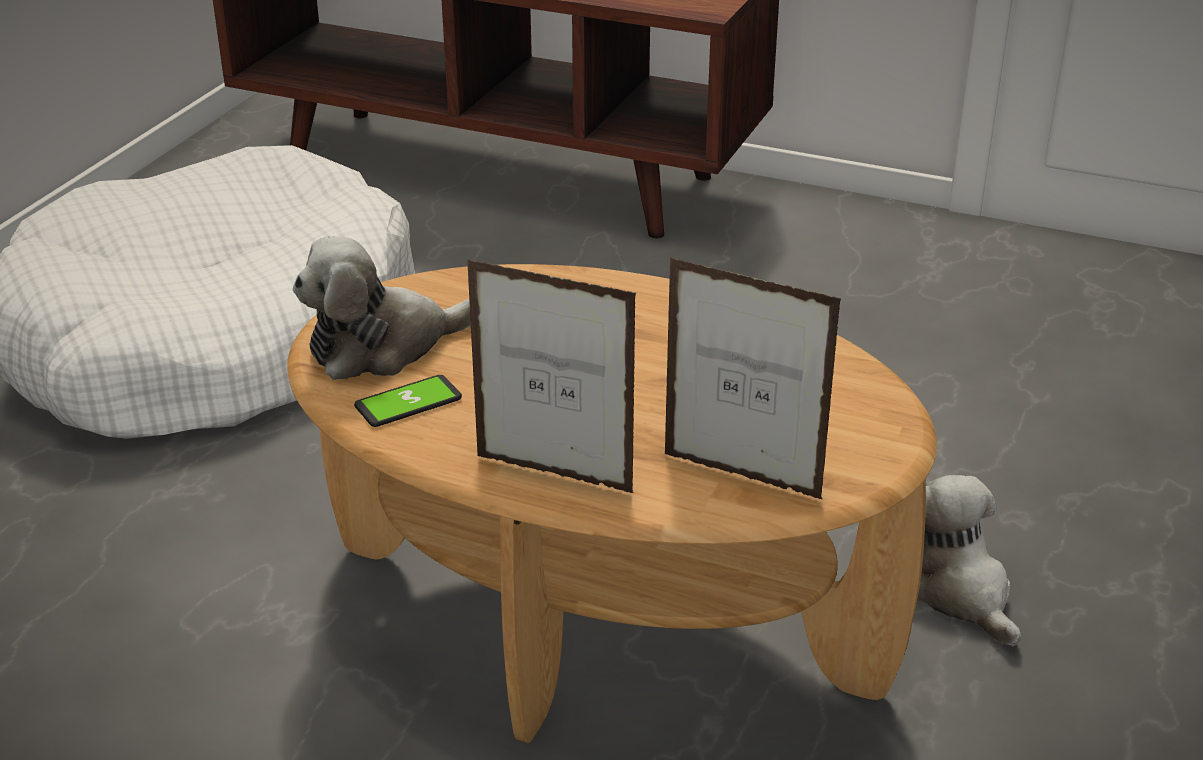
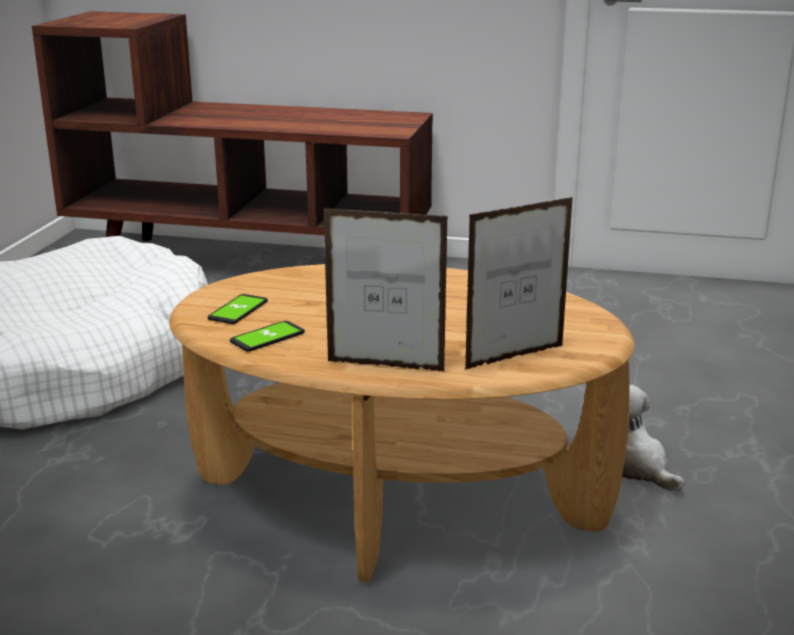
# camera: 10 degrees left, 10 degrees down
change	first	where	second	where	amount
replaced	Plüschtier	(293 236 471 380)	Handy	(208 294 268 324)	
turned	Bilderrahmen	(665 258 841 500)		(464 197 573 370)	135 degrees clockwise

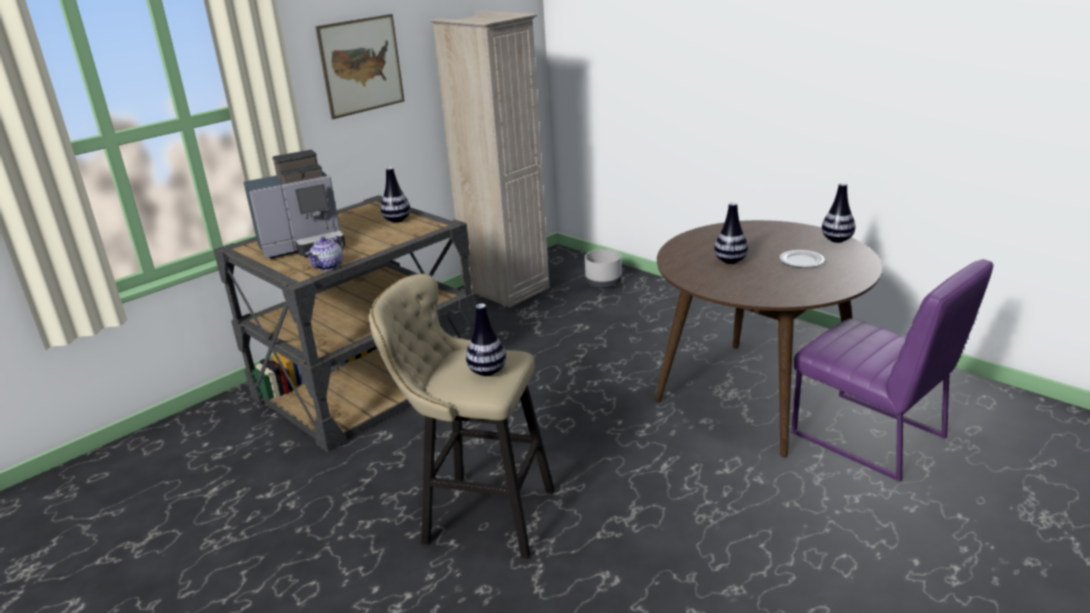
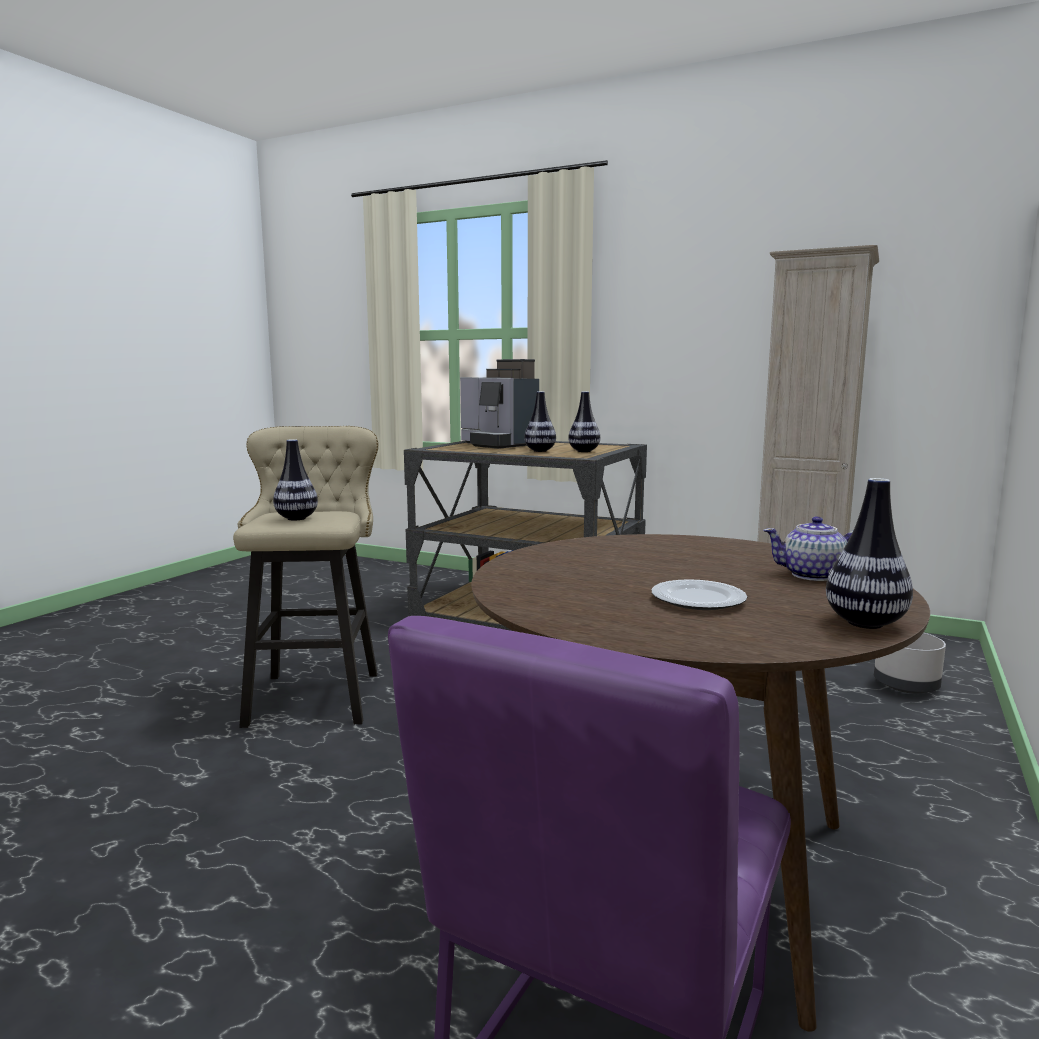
# camera: 70 degrees right, 15 degrees down
change	first	where	second	where	amount
moved	Vase	(714 202 748 264)		(524 391 556 452)	
moved	Teekanne	(305 236 344 270)		(763 516 853 581)	
removed	Bild	(315 14 404 119)			

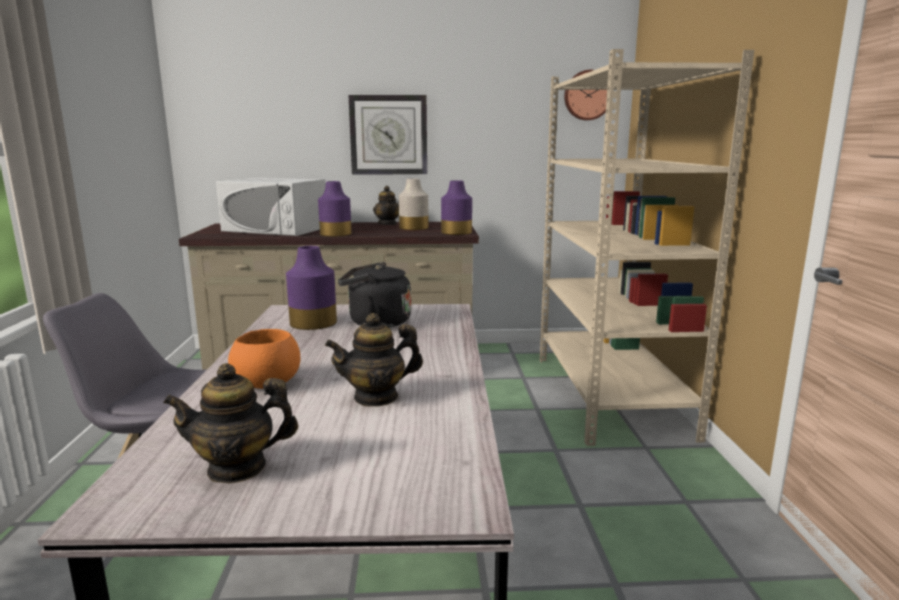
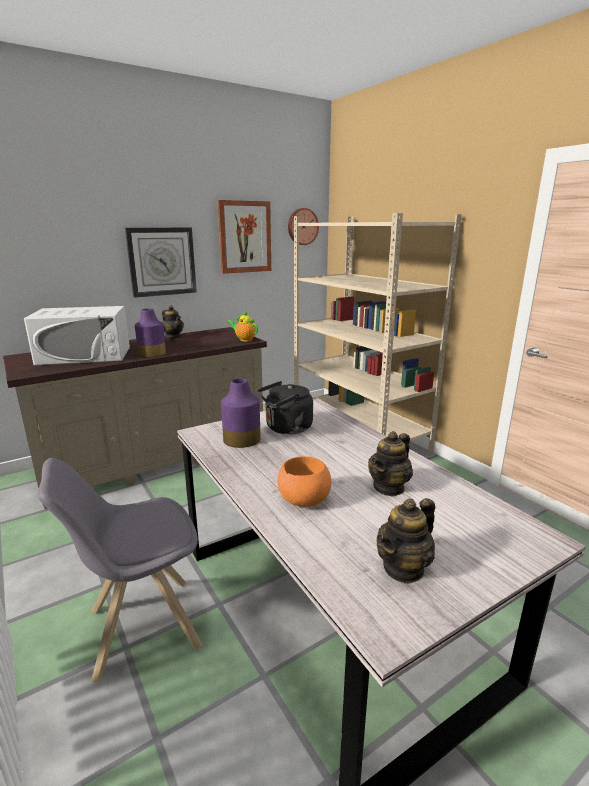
# camera: 30 degrees left, 5 degrees up
change	first	where	second	where	amount
added			Bild	(217 200 271 274)	
replaced	Vase [lila]	(441 180 472 235)	Teekanne	(227 310 258 341)	
removed	Vase [beige]	(399 178 429 230)			

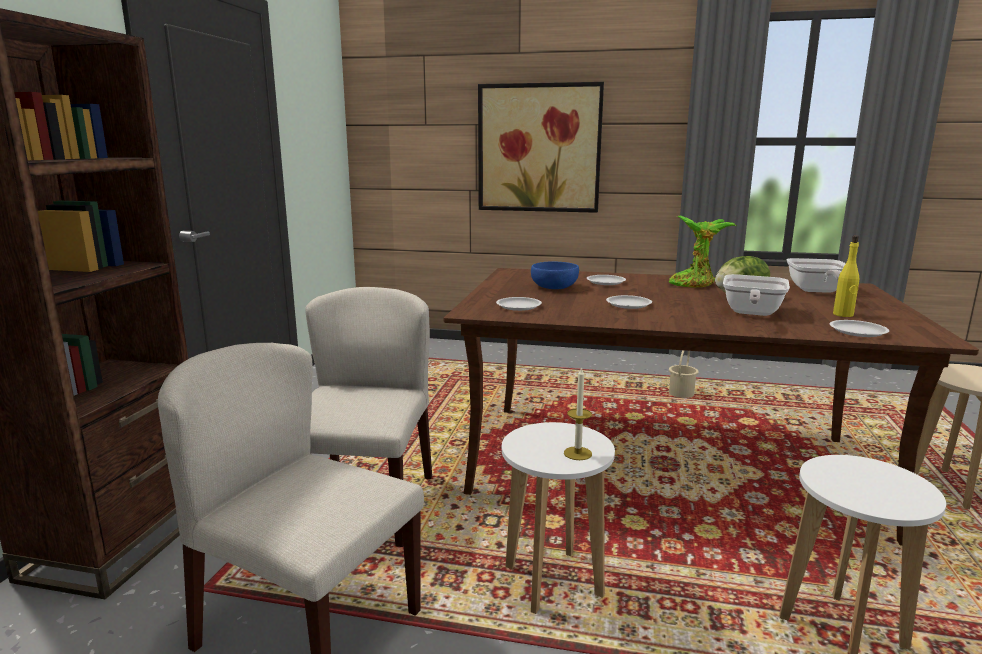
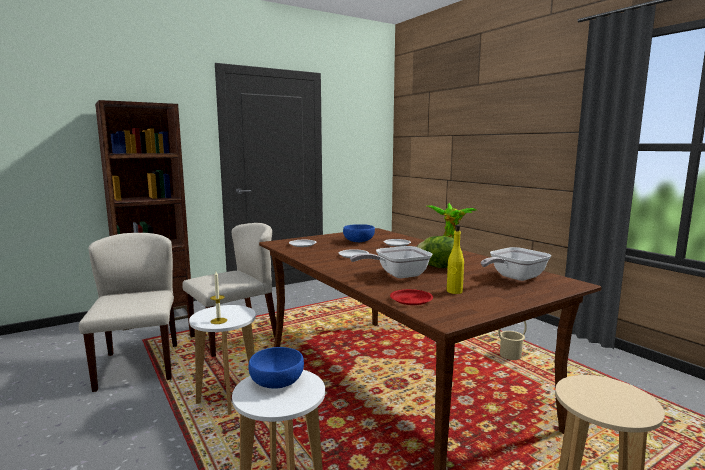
# camera: 45 degrees right, 5 degrees down
change	first	where	second	where	amount
added			Schüssel [blau]	(249 347 304 388)	
recoloured	Teller [weiß]	(830 320 889 337)	Teller [rot]	(390 289 433 305)	
removed	Bild	(478 82 604 213)			

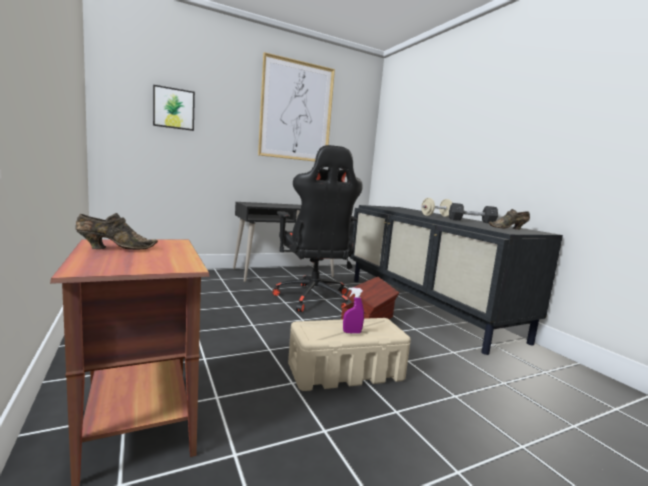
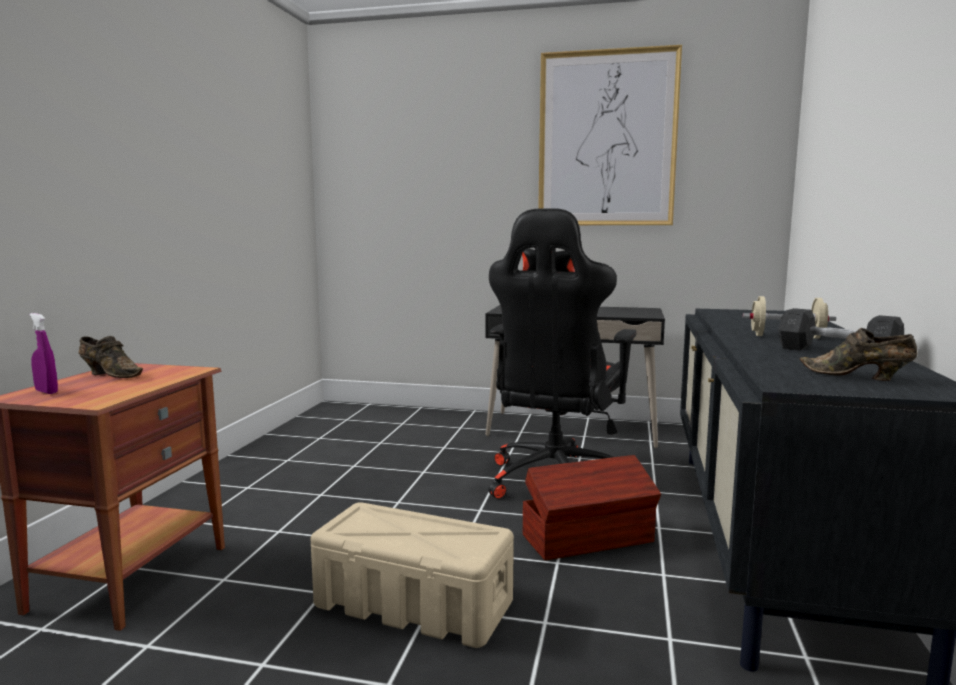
# camera: 40 degrees right, 0 degrees up
change	first	where	second	where	amount
moved	Sprühflasche [lila]	(343 287 364 334)		(30 313 58 394)	
removed	Bild	(153 85 195 131)			

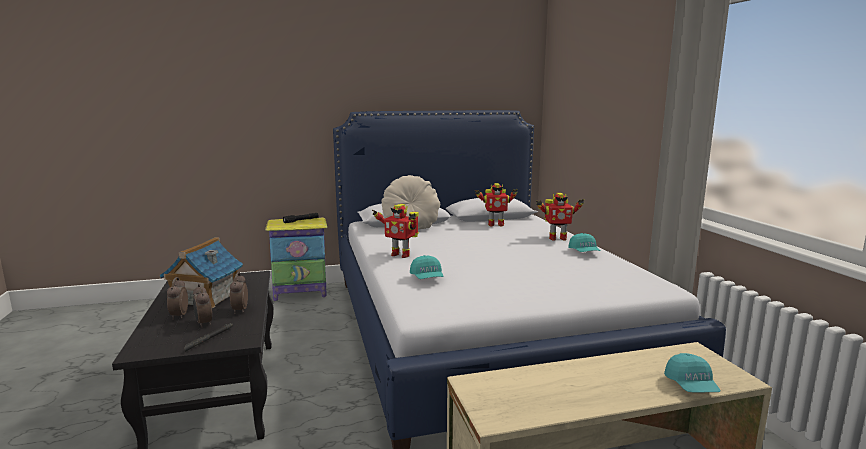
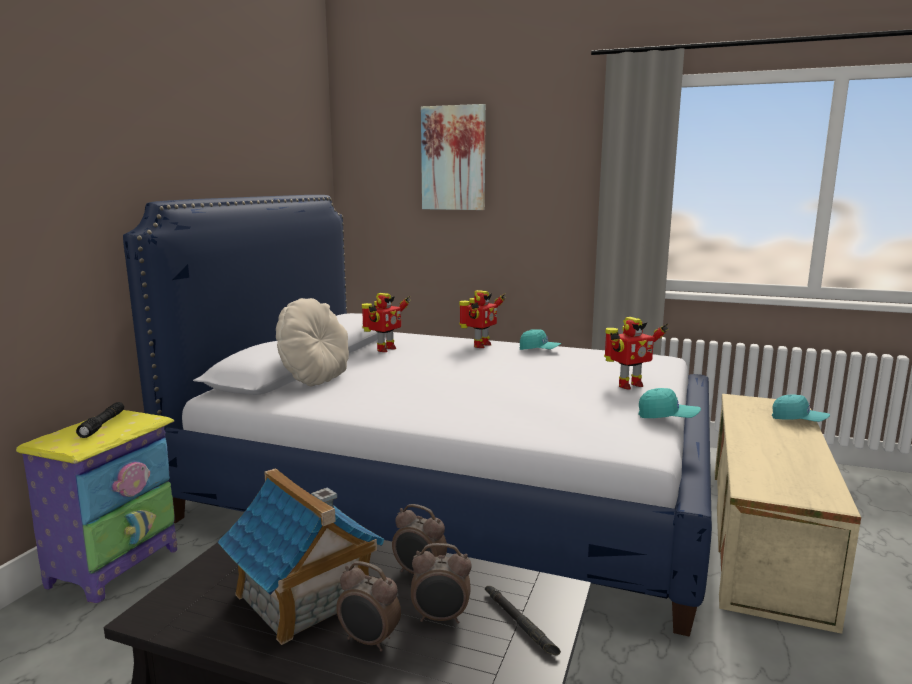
# camera: 55 degrees left, 0 degrees up
change	first	where	second	where	amount
added			Bild	(421 104 486 210)	
moved	Spielzeugroboter	(372 204 419 258)		(604 317 668 389)	
moved	Kappe [türkis]	(410 255 444 279)		(639 388 701 418)	

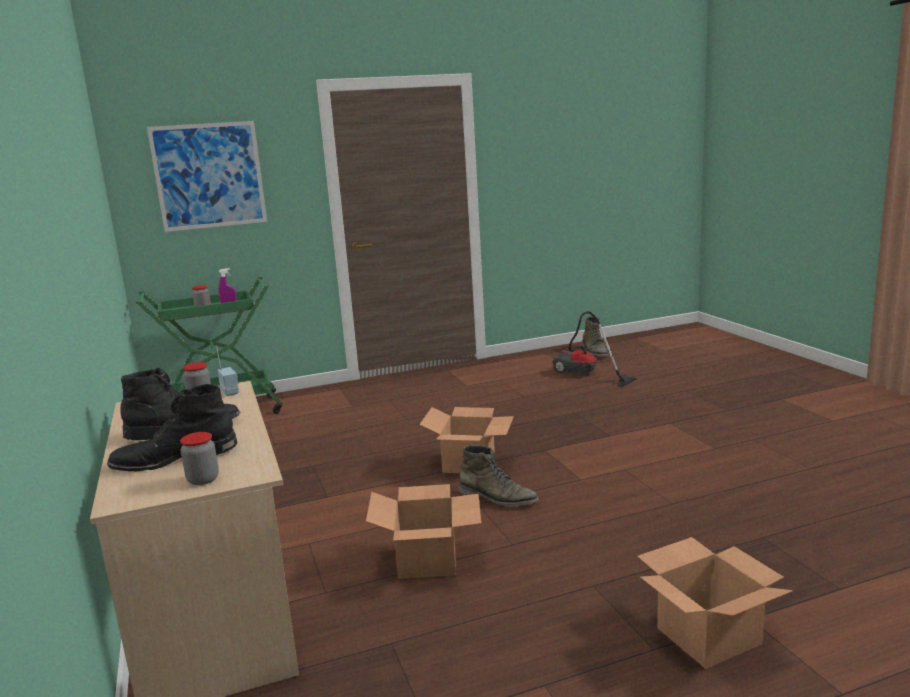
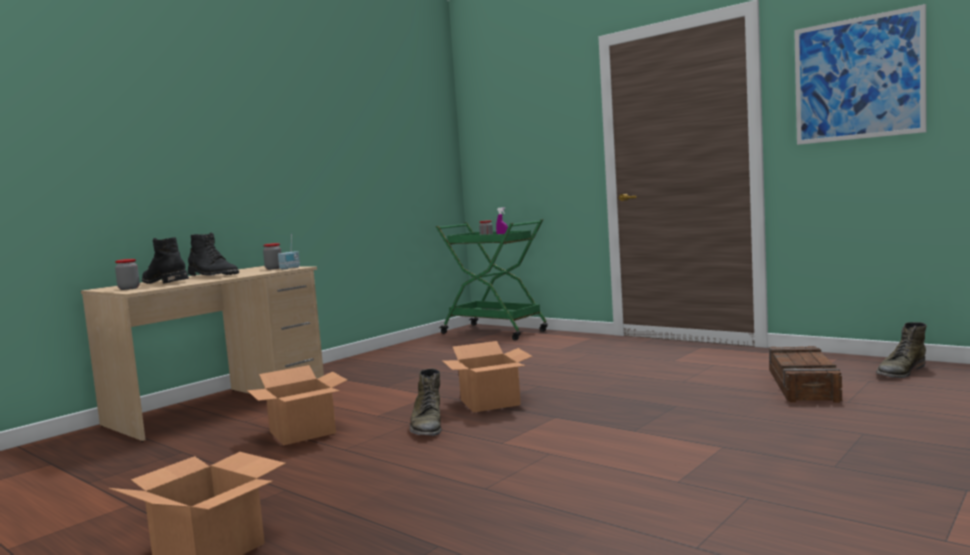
# camera: 60 degrees right, 10 degrees down
change	first	where	second	where	amount
replaced	Staubsauger	(552 311 637 387)	Kiste	(769 346 842 402)	
moved	Bild	(147 121 267 232)		(794 4 926 145)	

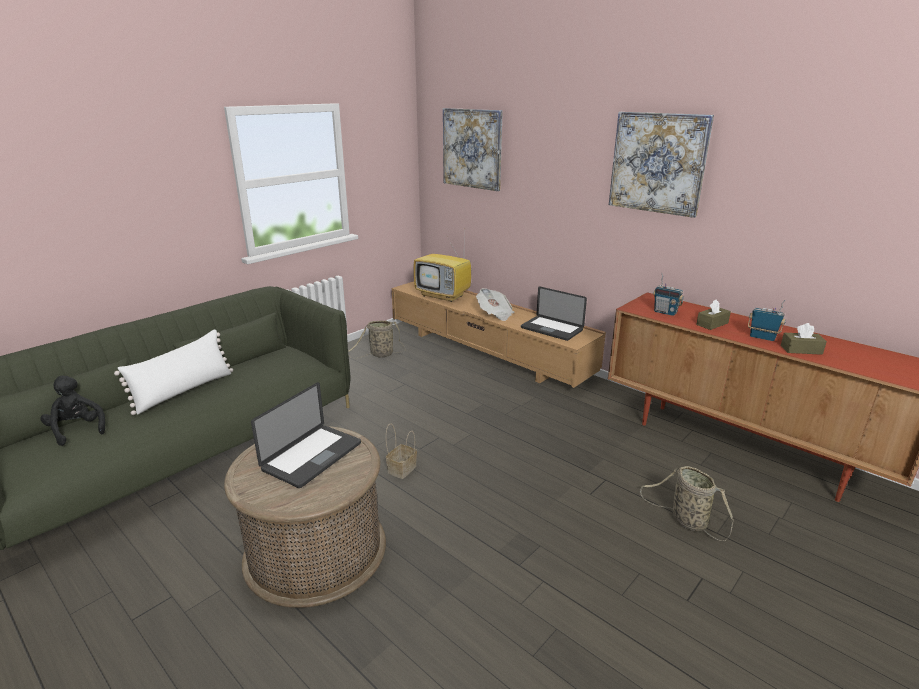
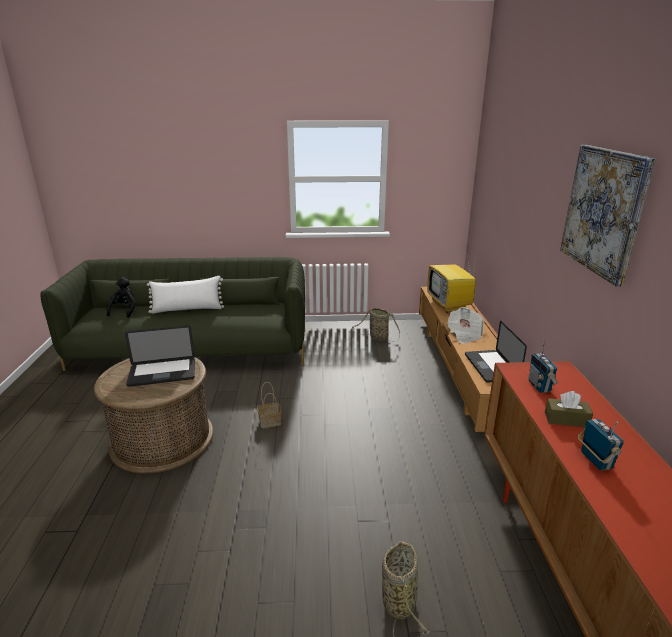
# camera: 45 degrees right, 0 degrees up
change	first	where	second	where	amount
removed	Bild	(443 108 503 191)			
removed	Taschentuchbox [braun]	(781 323 827 355)			

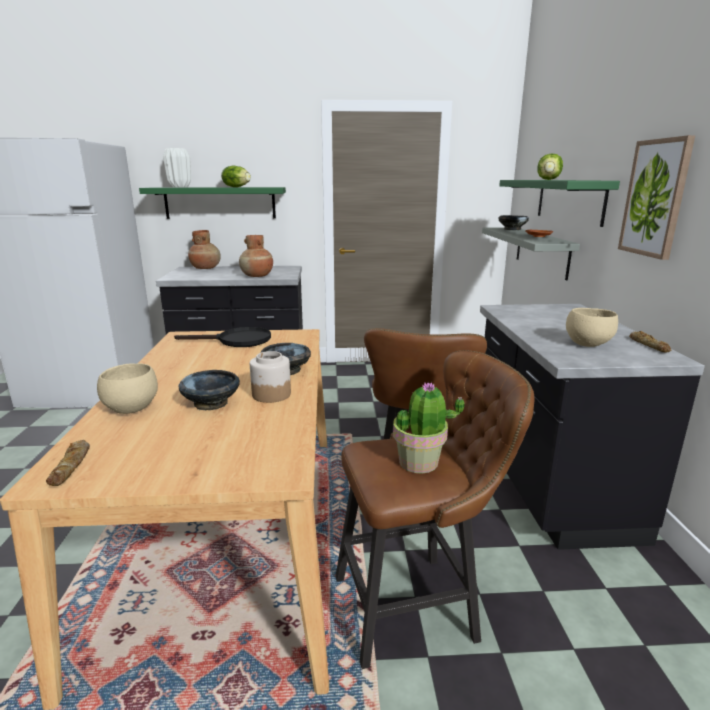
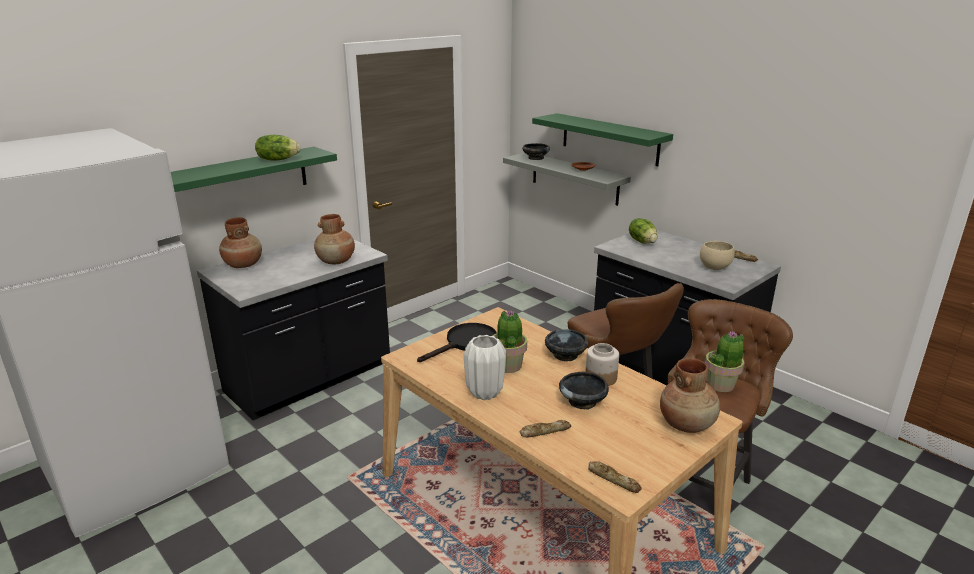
# camera: 40 degrees left, 5 degrees up
change	first	where	second	where	amount
moved	Vase [weiß]	(163 148 191 187)		(464 335 506 400)	
added			Topfpflanze	(492 309 527 373)	
replaced	Schüssel [beige]	(97 363 158 414)	Brot	(519 420 571 438)	
moved	Salatkopf	(537 153 563 180)		(629 218 657 243)	
added			Vase [braun]	(660 358 720 433)	
removed	Bild	(618 135 695 260)			

